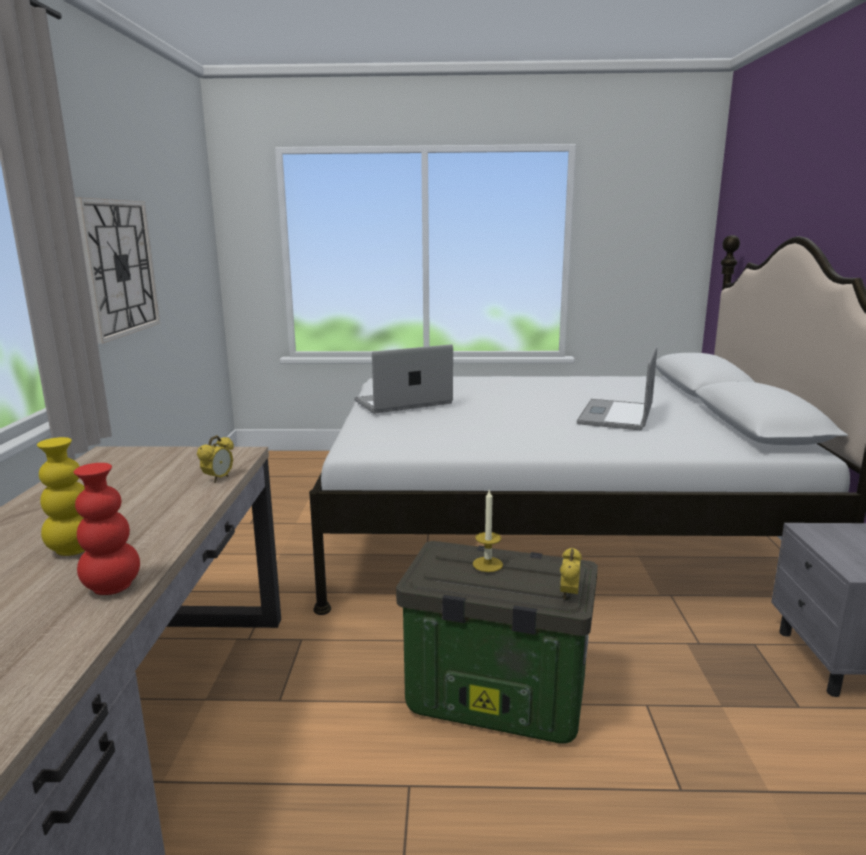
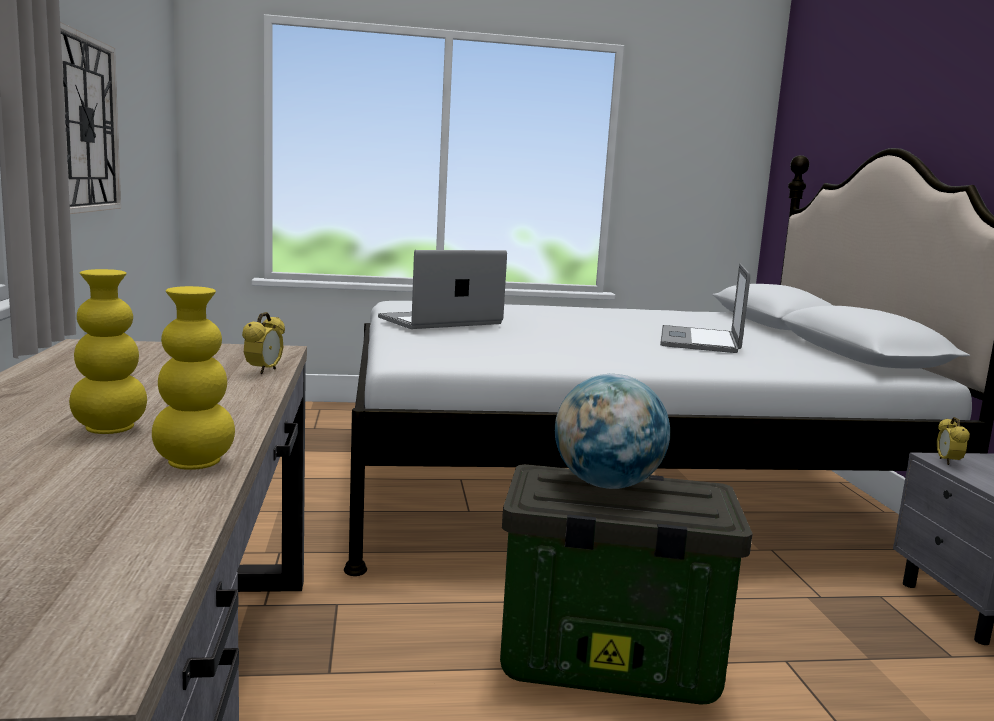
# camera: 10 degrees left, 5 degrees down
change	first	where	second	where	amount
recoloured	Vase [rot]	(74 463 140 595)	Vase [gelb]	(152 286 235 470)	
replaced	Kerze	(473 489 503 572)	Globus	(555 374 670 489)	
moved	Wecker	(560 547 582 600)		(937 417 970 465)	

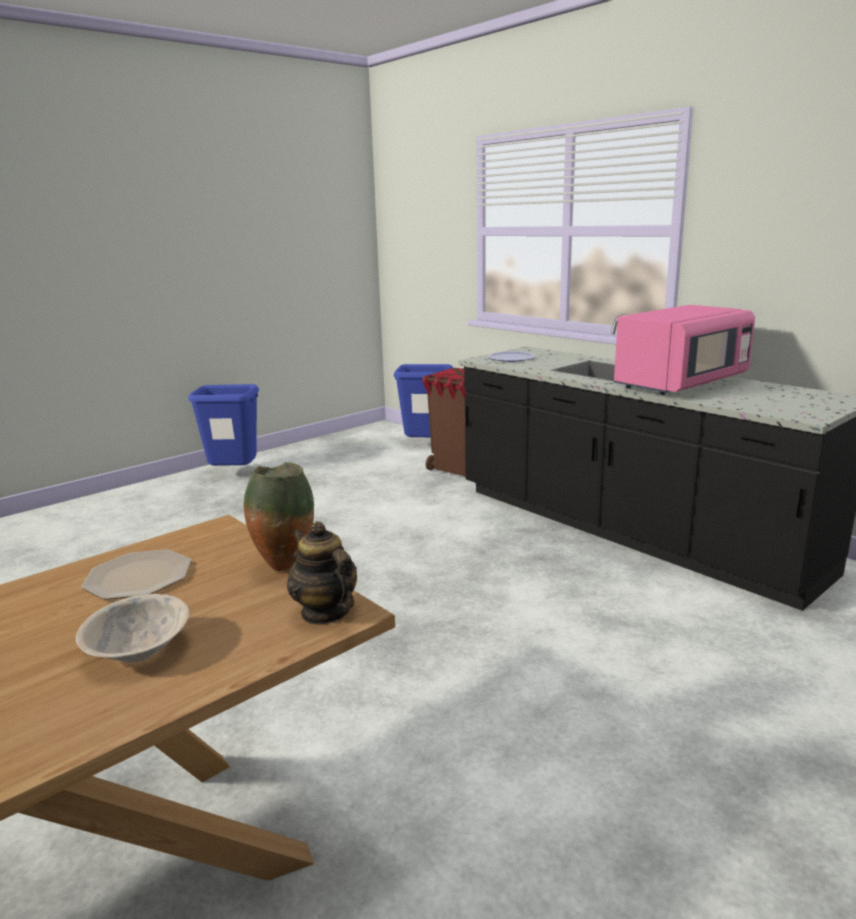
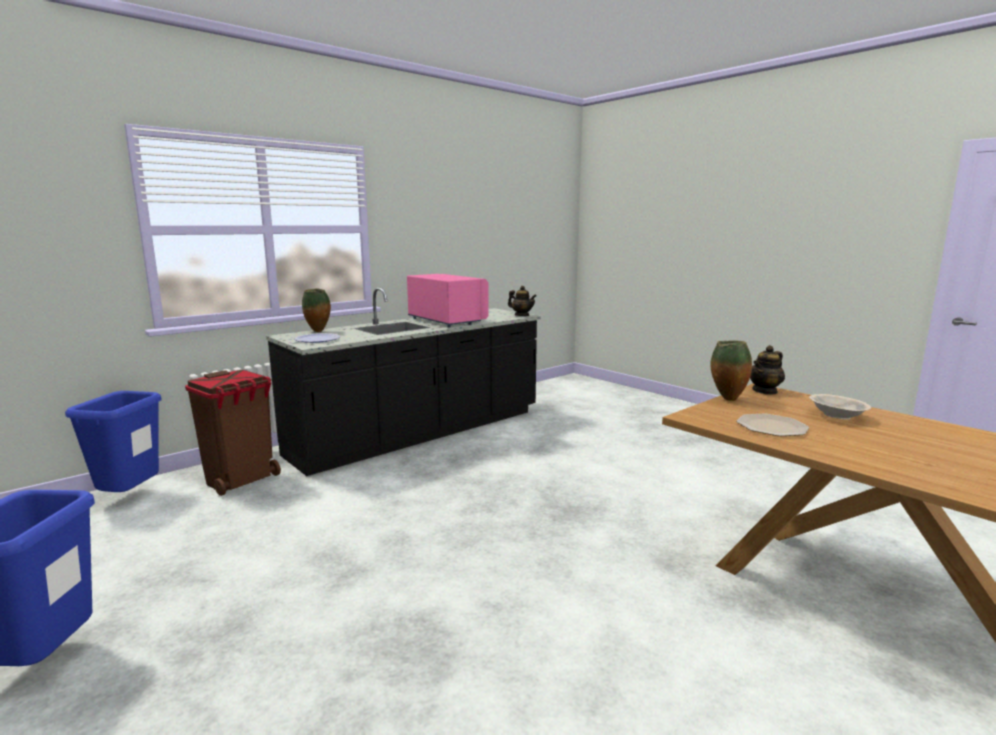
# camera: 90 degrees left, 5 degrees down
change	first	where	second	where	amount
added			Vase	(302 289 331 332)	
added			Teekanne	(508 286 536 316)	

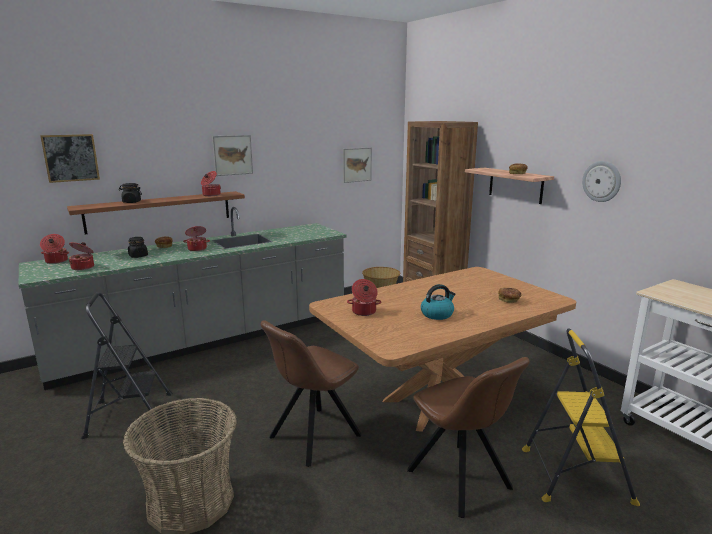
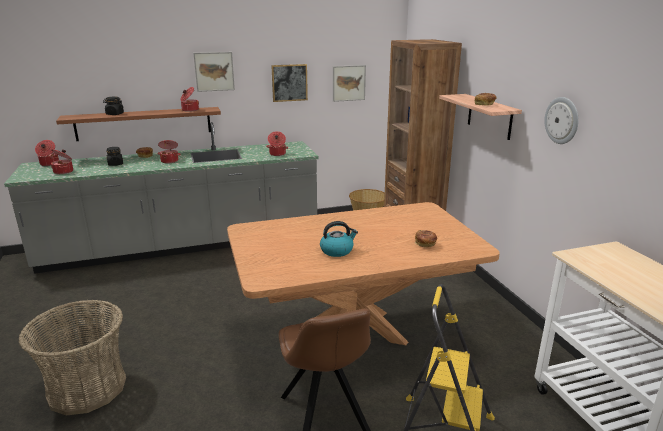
# camera: 15 degrees right, 5 degrees up
change	first	where	second	where	amount
moved	Kochtopf	(347 279 381 316)		(266 131 288 156)	
moved	Bild	(40 134 100 183)		(271 64 308 102)	
removed	Trittleiter [schwarz]	(81 292 173 439)			
removed	Stuhl [braun]	(260 320 361 467)			

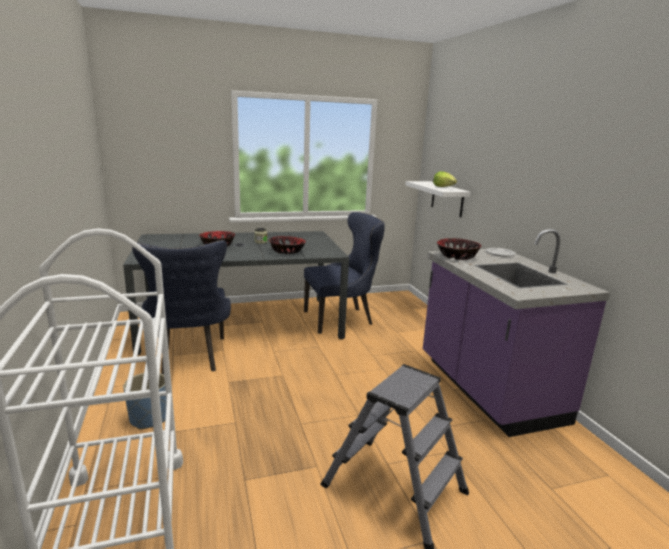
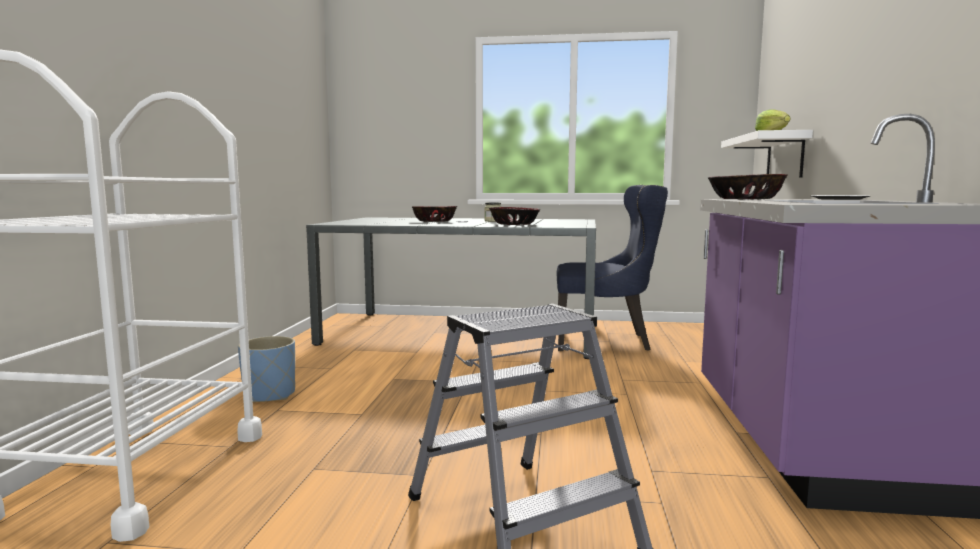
# camera: 25 degrees right, 10 degrees down
change	first	where	second	where	amount
removed	Stuhl [blau]	(132 240 231 374)			

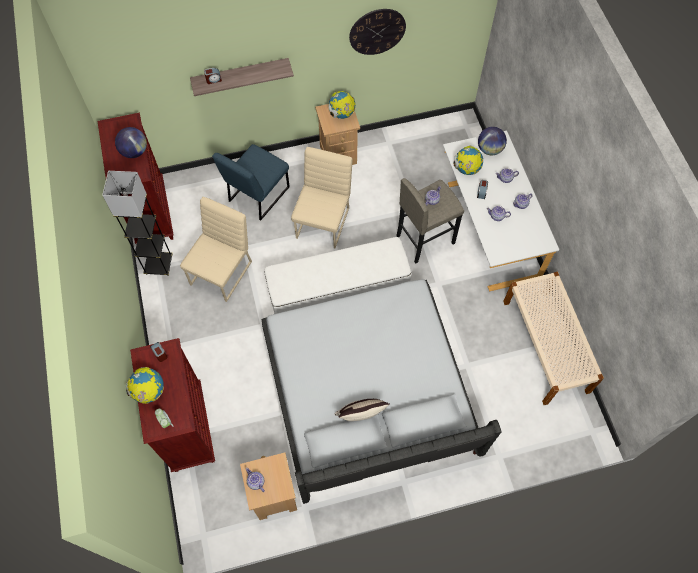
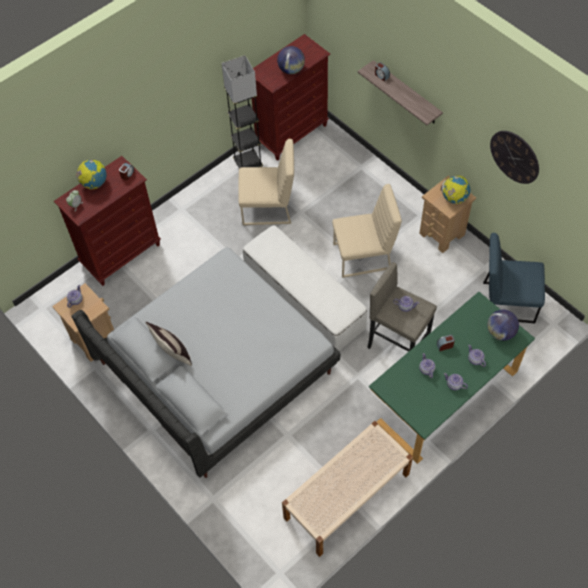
# camera: 65 degrees right, 5 degrees down
change	first	where	second	where	amount
recoloured	Schreibtisch [weiß]	(443 130 560 292)	Schreibtisch [grün]	(369 292 535 464)	
moved	Stuhl [blau]	(212 144 290 221)		(483 233 545 323)	
removed	Globus	(454 145 483 175)			

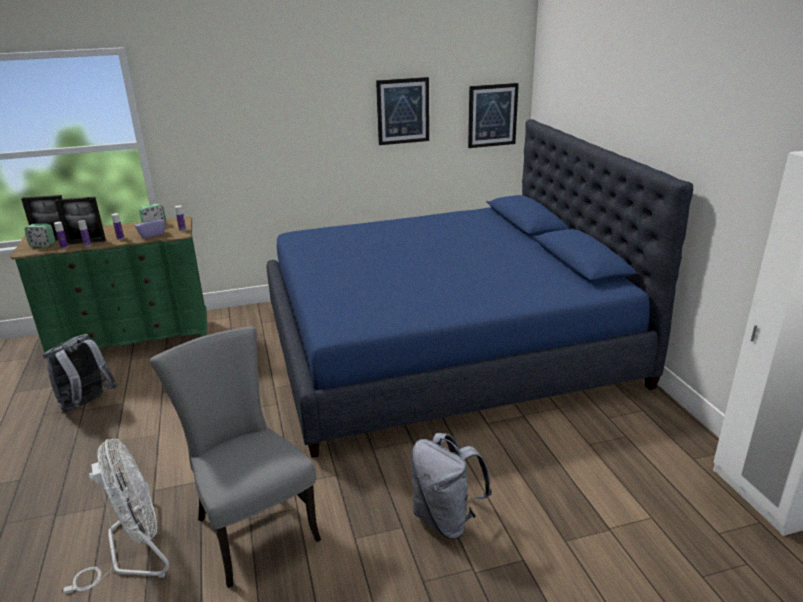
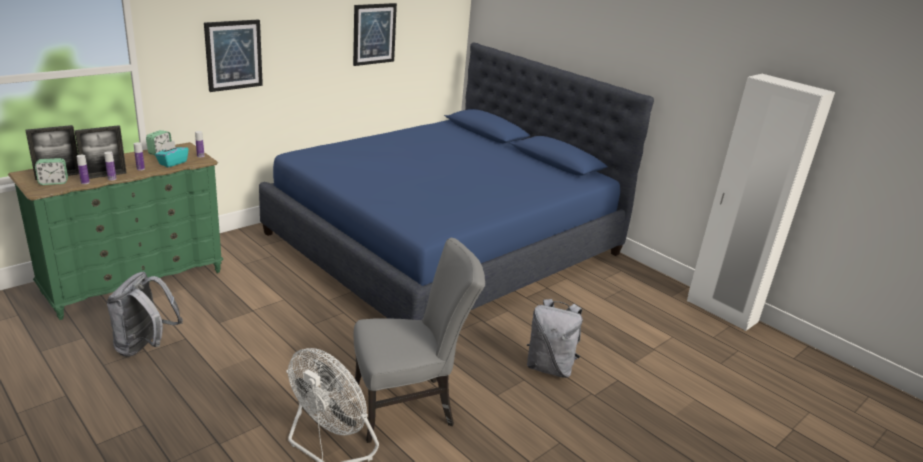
# camera: 30 degrees left, 0 degrees up
change	first	where	second	where	amount
recoloured	Taschentuchbox [lila]	(135 213 165 238)	Taschentuchbox [türkis]	(155 141 189 167)	
moved	Bild	(468 83 519 148)		(204 20 263 92)	
turned	Stuhl [grau]	(150 326 321 588)		(354 238 485 443)	135 degrees clockwise

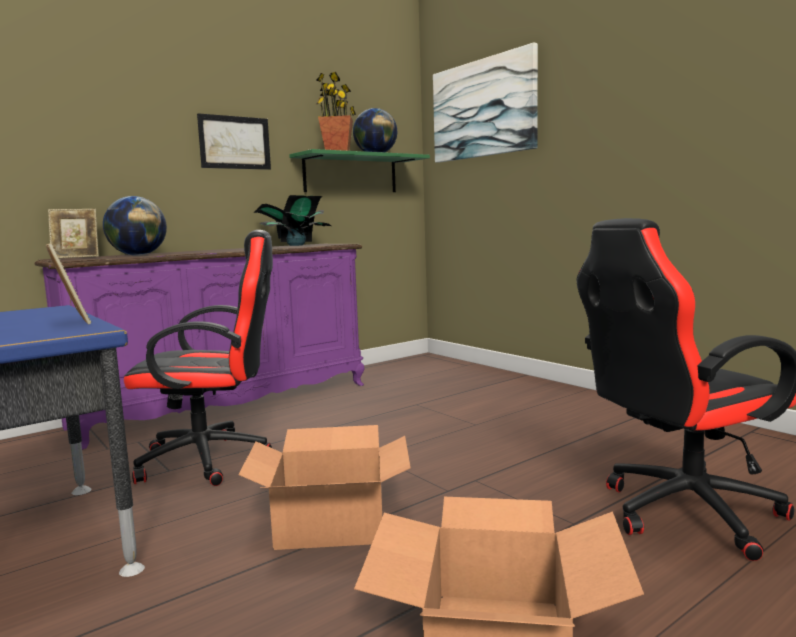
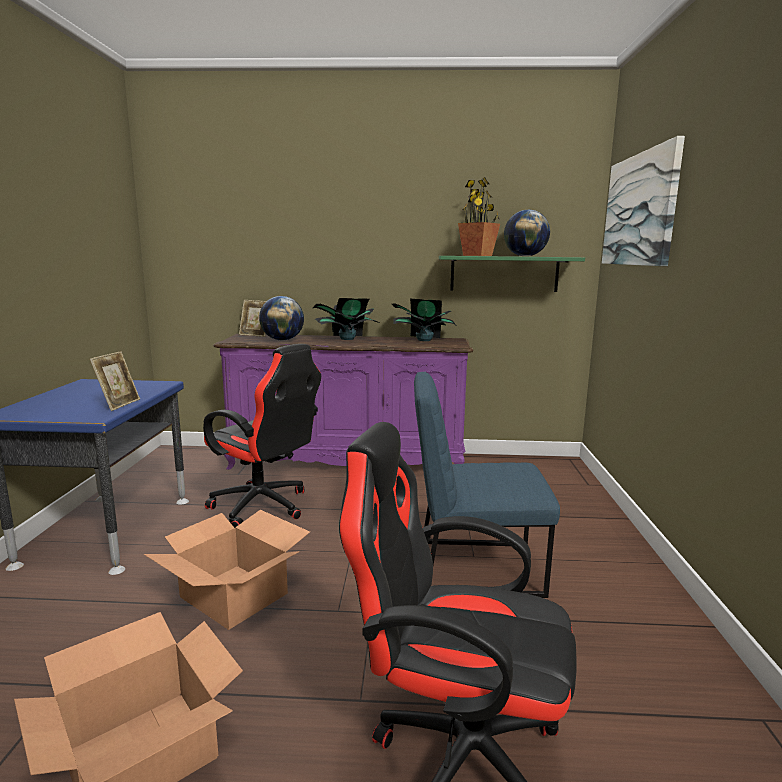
# camera: 40 degrees right, 5 degrees up
change	first	where	second	where	amount
added			Topfpflanze	(313 298 379 340)	
added			Stuhl [blau]	(414 372 560 598)	
removed	Bild	(197 113 271 170)			

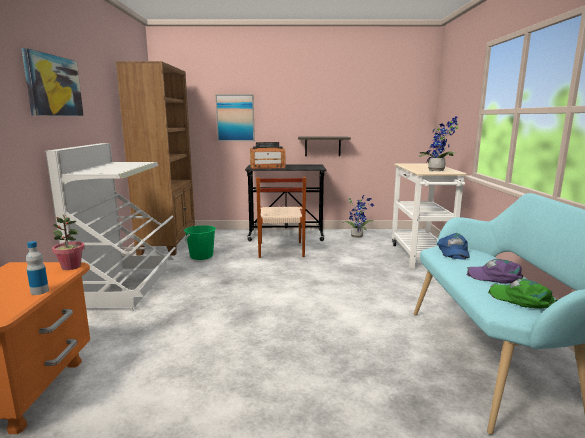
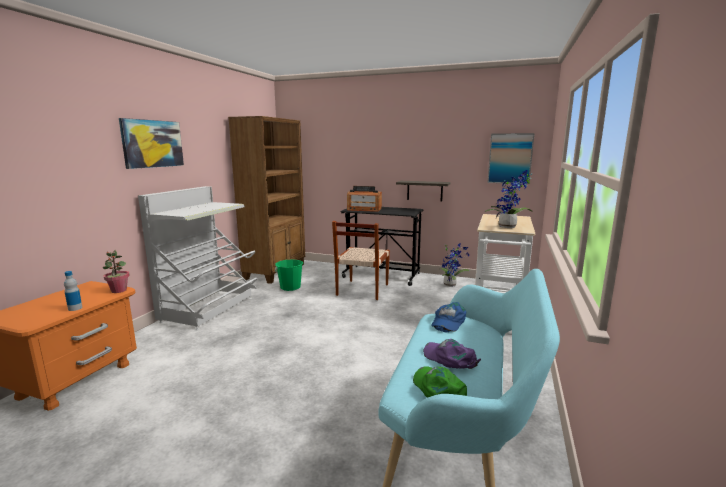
# camera: 20 degrees right, 0 degrees up
change	first	where	second	where	amount
moved	Bild	(216 94 255 141)		(487 133 535 184)	

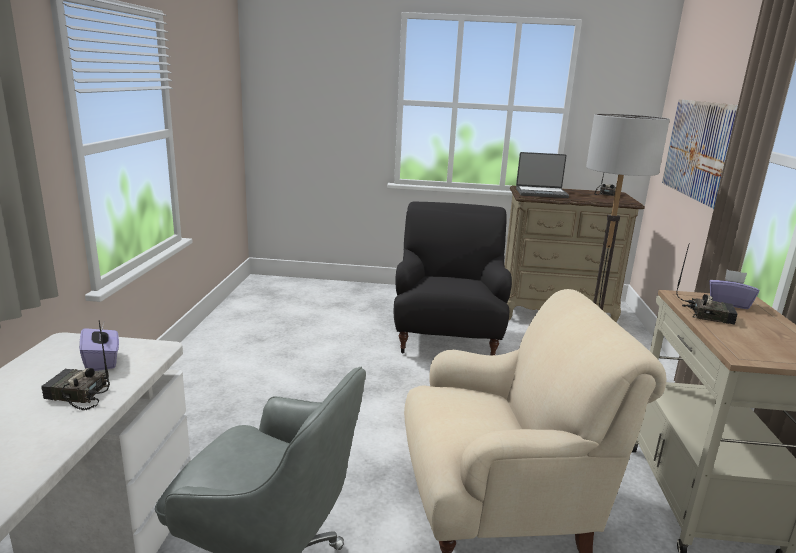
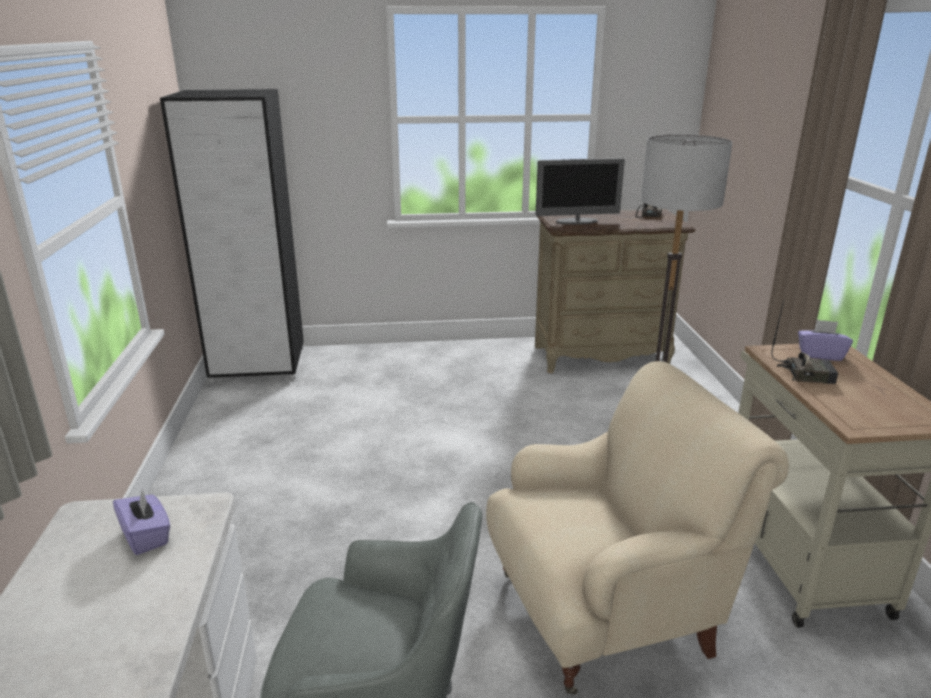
# camera: 10 degrees left, 5 degrees up
change	first	where	second	where	amount
added			Kleiderschrank	(160 89 304 383)	
replaced	Laptop	(516 152 569 198)	Monitor	(535 158 625 225)	
removed	Radio	(41 320 110 410)			
removed	Sessel [schwarz]	(394 202 512 355)			
removed	Bild	(662 99 738 209)			

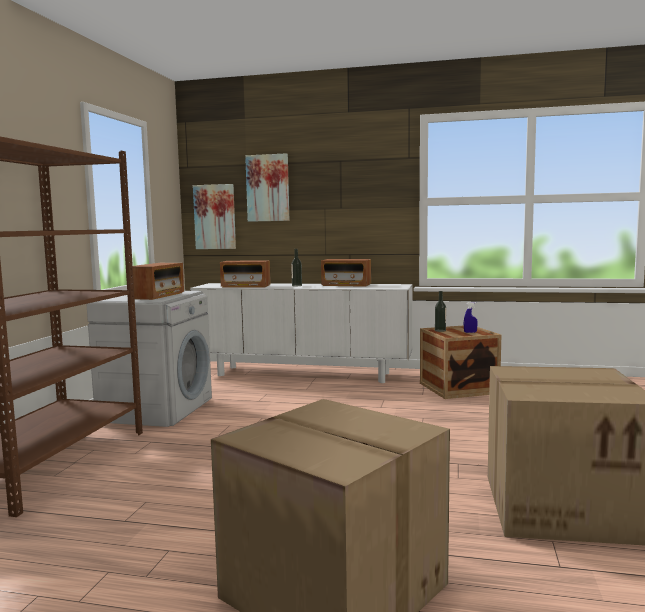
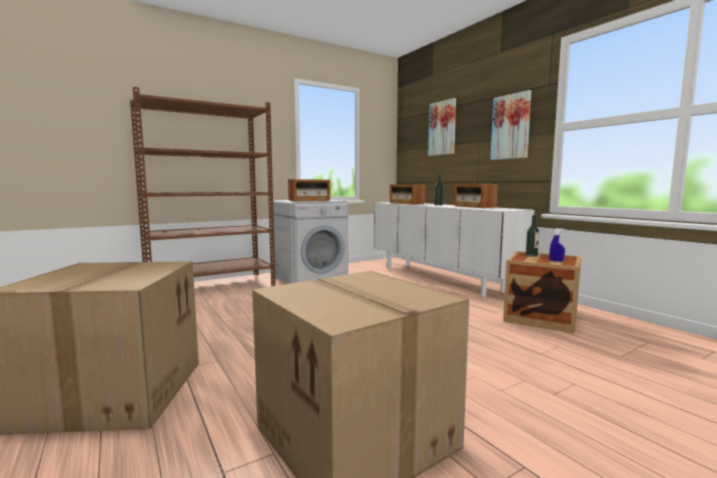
# camera: 45 degrees right, 0 degrees up
change	first	where	second	where	amount
moved	Bild	(193 184 236 249)		(491 90 531 160)	

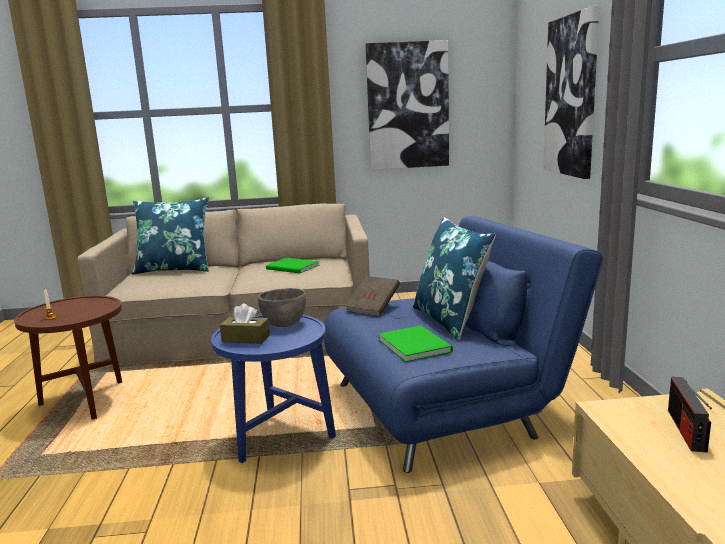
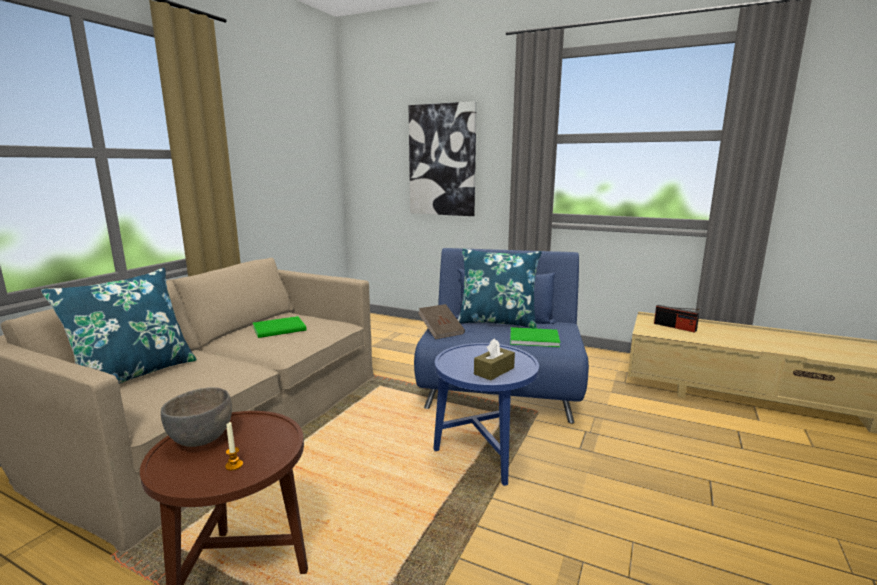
# camera: 60 degrees left, 0 degrees up
change	first	where	second	where	amount
moved	Schüssel [grau]	(258 288 306 327)		(161 387 232 447)	
removed	Bild	(366 40 449 170)			

